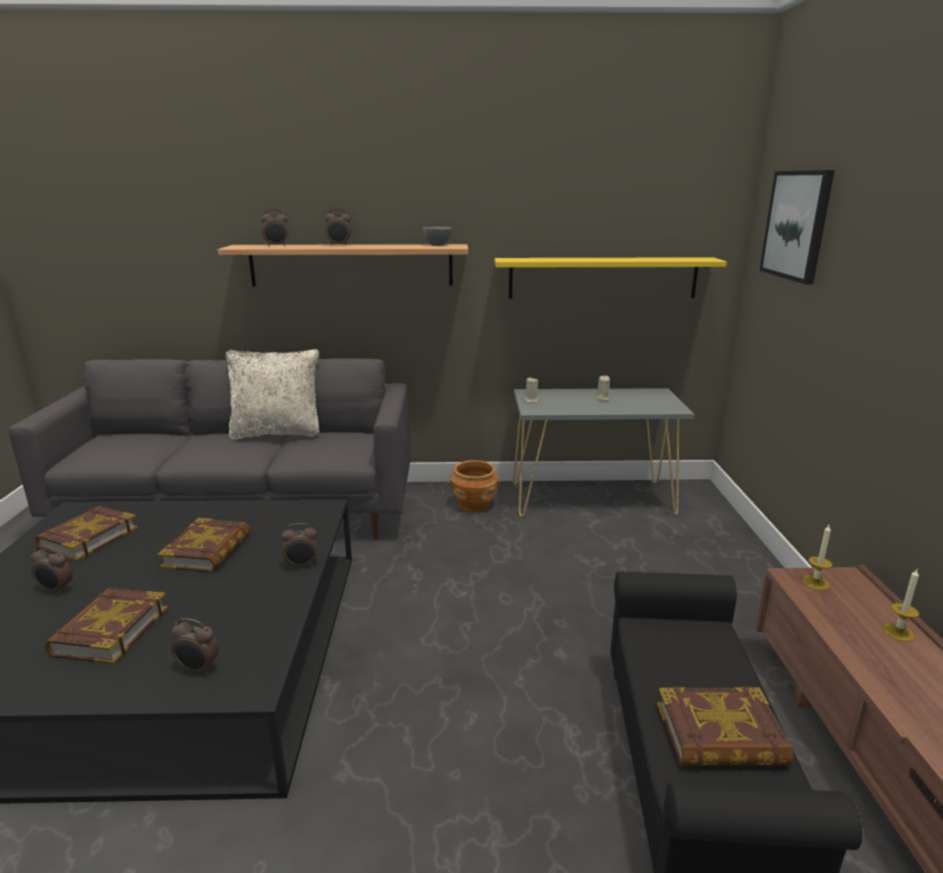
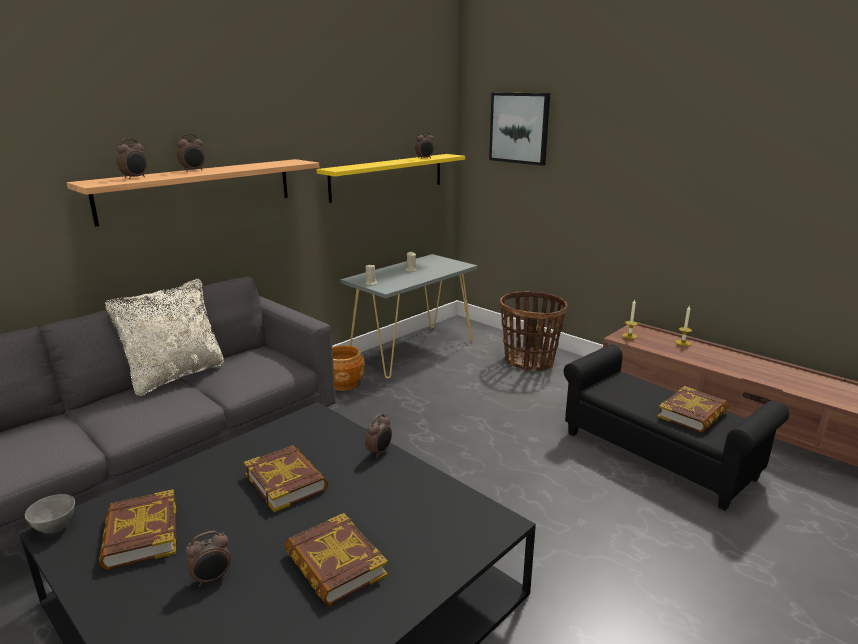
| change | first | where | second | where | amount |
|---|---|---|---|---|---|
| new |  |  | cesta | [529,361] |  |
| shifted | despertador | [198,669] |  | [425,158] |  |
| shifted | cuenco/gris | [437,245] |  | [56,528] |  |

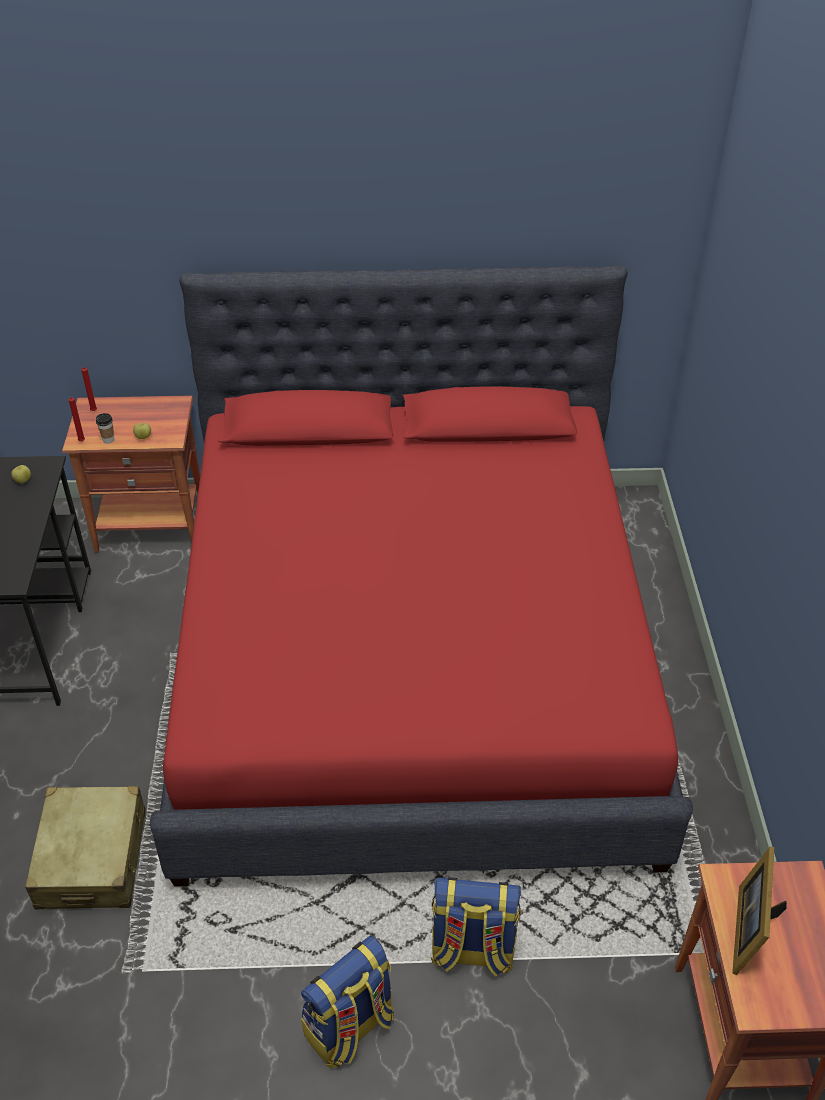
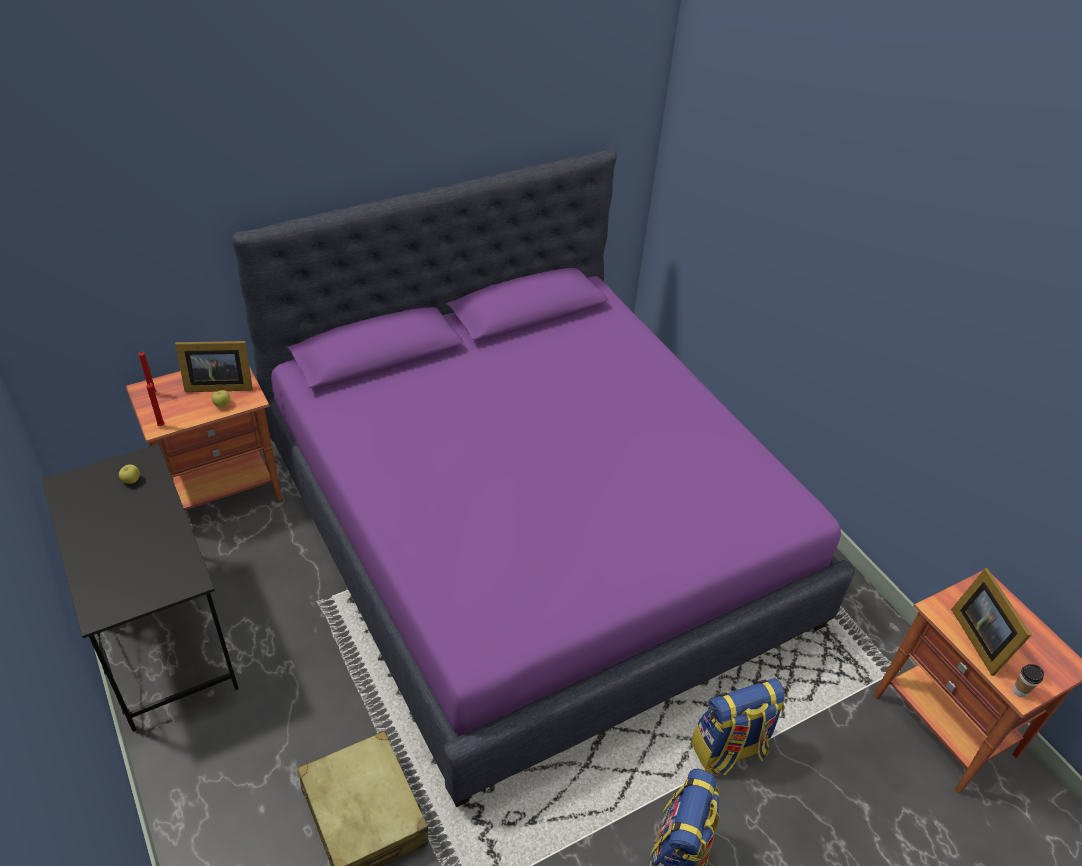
| change | first | where | second | where | amount |
|---|---|---|---|---|---|
| new |  |  | portarretratos | [217,385] |  |
| shifted | taza | [108,440] |  | [1019,691] |  |
| repainted | cama/rojo | [412,659] | cama/morado | [532,531] |  |

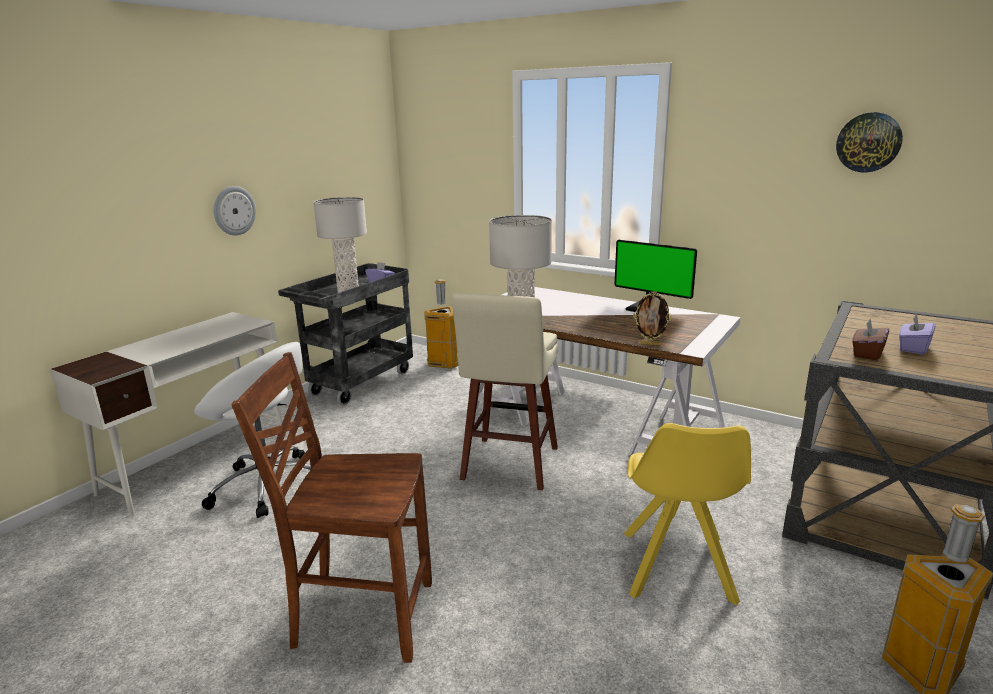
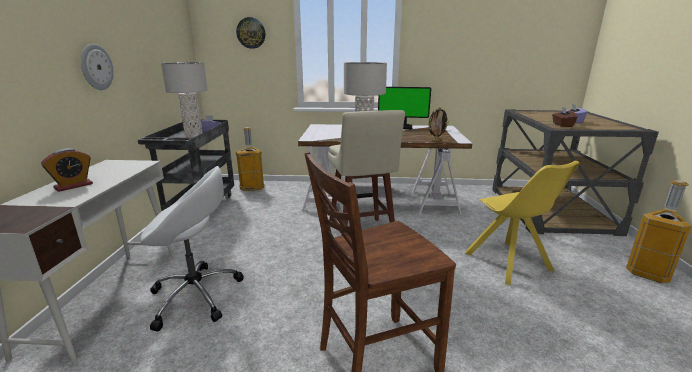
| change | first | where | second | where | amount |
|---|---|---|---|---|---|
| new |  |  | despertador | [73,186] |  |
| shifted | reloj de pared | [868,142] |  | [251,33] |  |

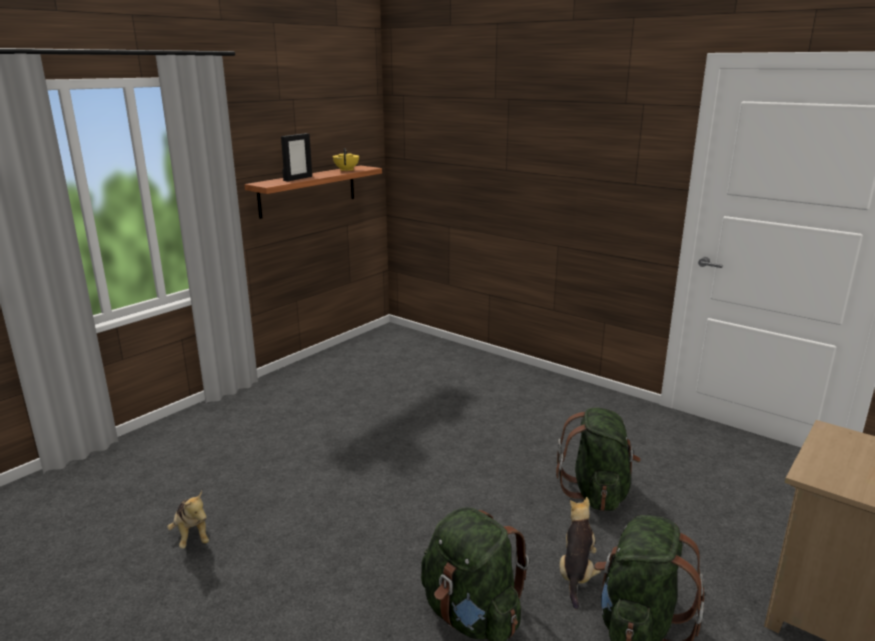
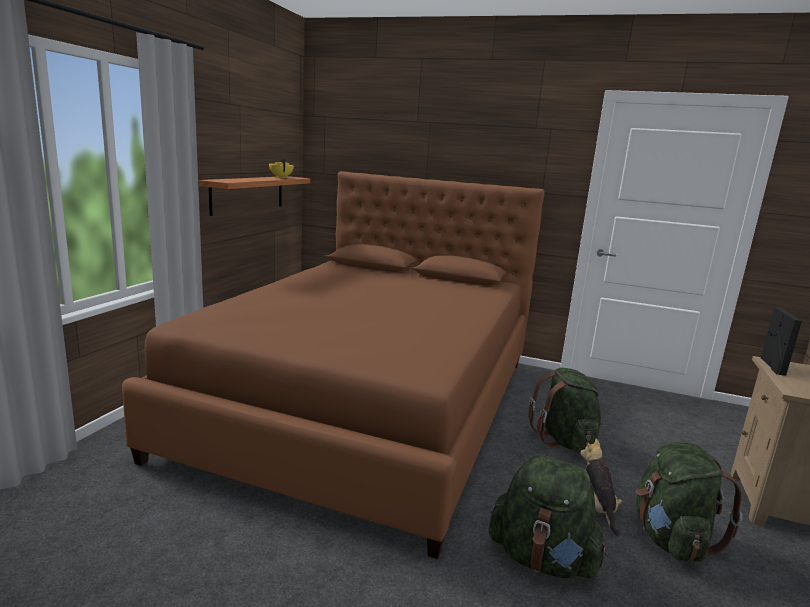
| change | first | where | second | where | amount |
|---|---|---|---|---|---|
| gone | peluche | [192,536] |  |  |  |
| new |  |  | cama/marrón | [370,403] |  |
| shifted | portarretratos | [298,178] |  | [771,366] |  |

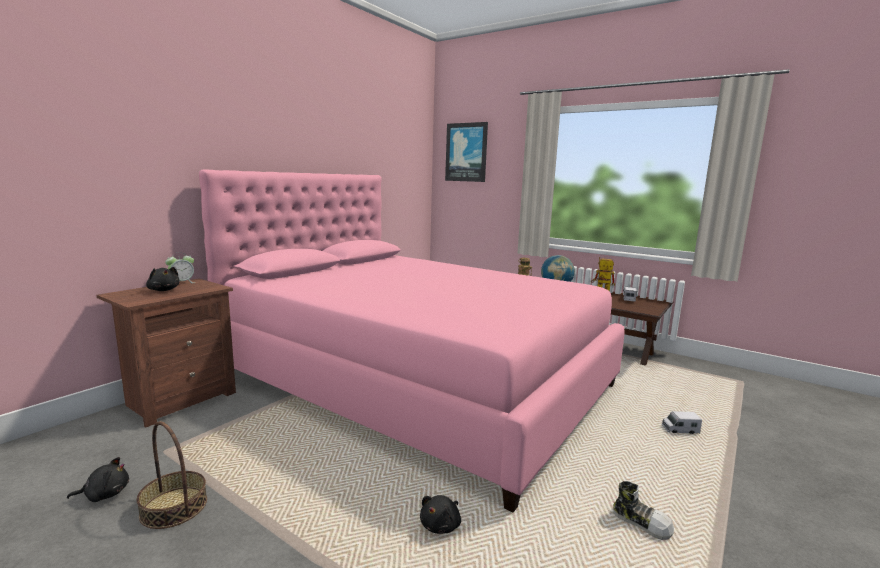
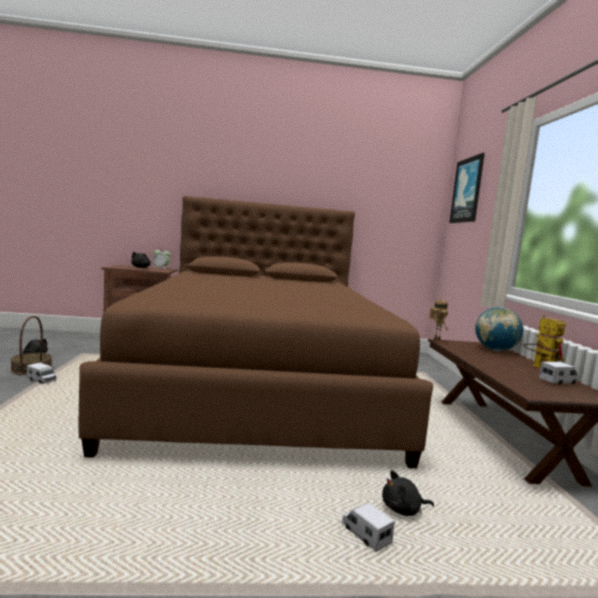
| change | first | where | second | where | amount |
|---|---|---|---|---|---|
| gone | zapato | [641,523] |  |  |  |
| new |  |  | camión de juguete | [41,380] |  |
| shifted | peluche/negro | [441,525] |  | [403,510] |  |
| repainted | cama/rosa | [415,379] | cama/marrón | [259,382] |  |

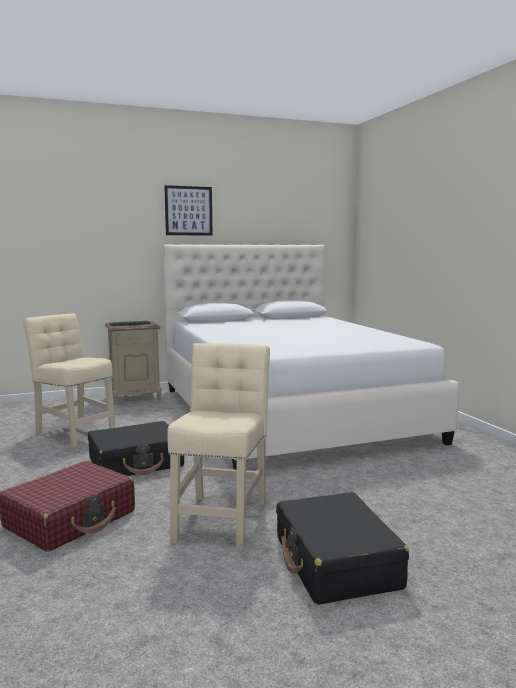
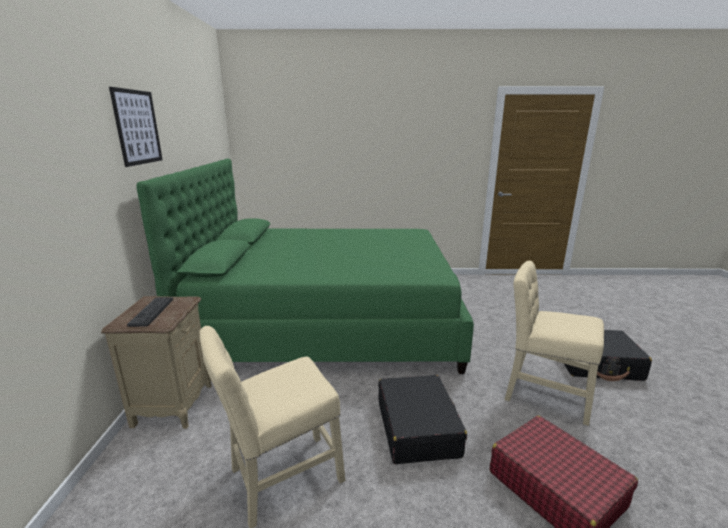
| change | first | where | second | where | amount |
|---|---|---|---|---|---|
| repainted | cama/blanco | [288,413] | cama/verde | [328,321] |  |

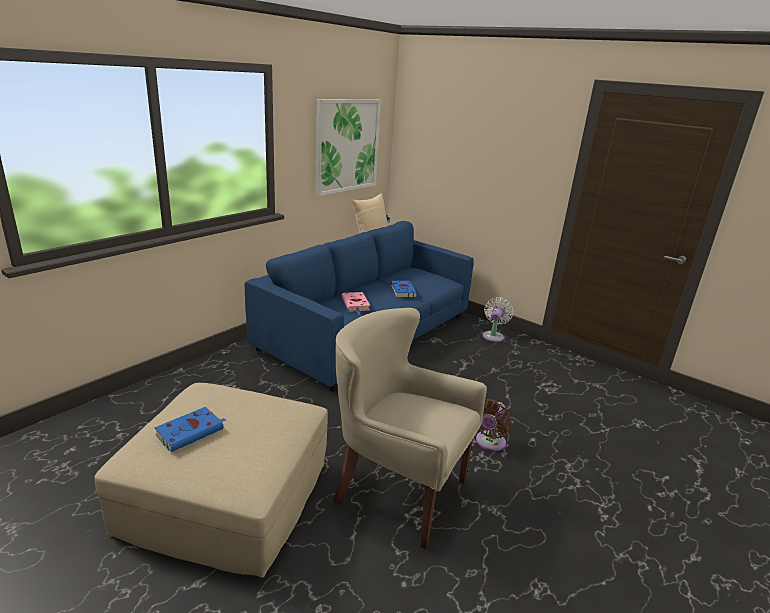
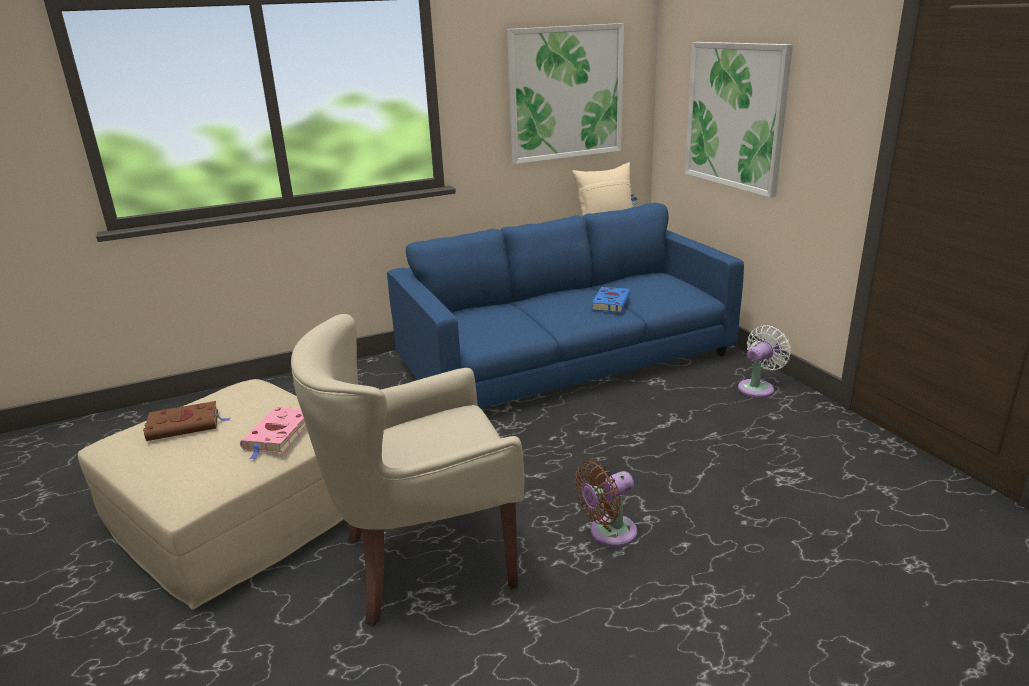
| change | first | where | second | where | amount |
|---|---|---|---|---|---|
| new |  |  | cuadro | [735,116] |  |
| shifted | libro/rosa | [356,304] |  | [278,435] |  |
| repainted | libro/azul | [191,431] | libro/marrón | [186,425] |  |
| rotated | sillón/beis | [397,491] |  | [424,562] | 75 degrees counterclockwise |

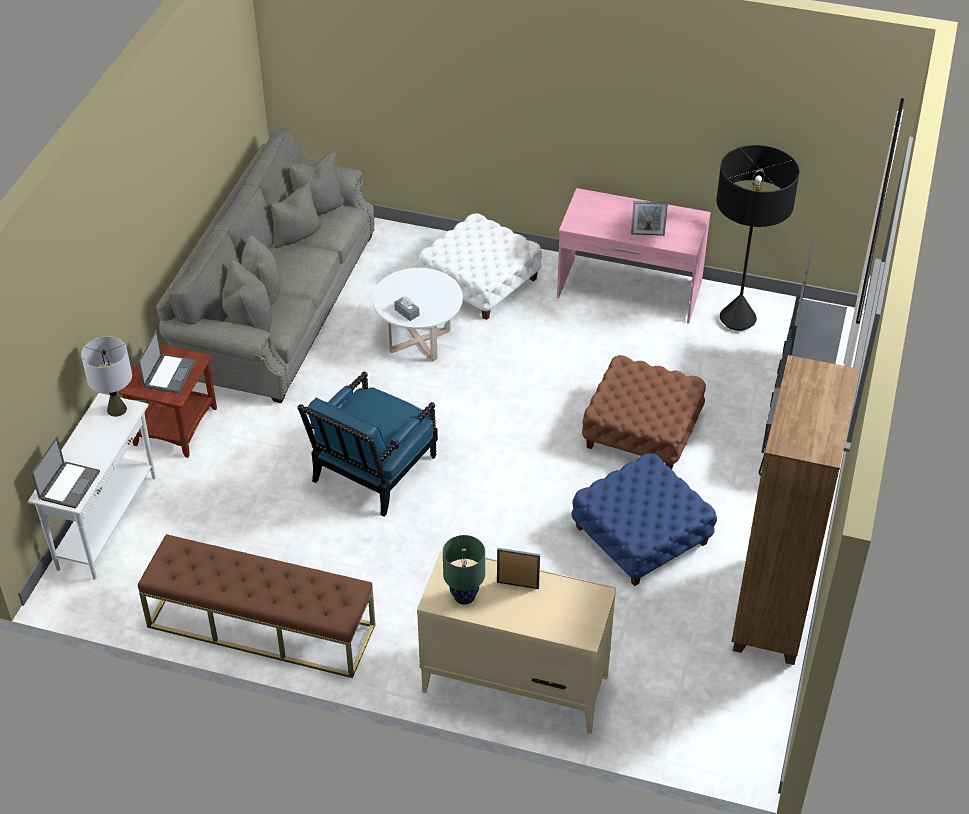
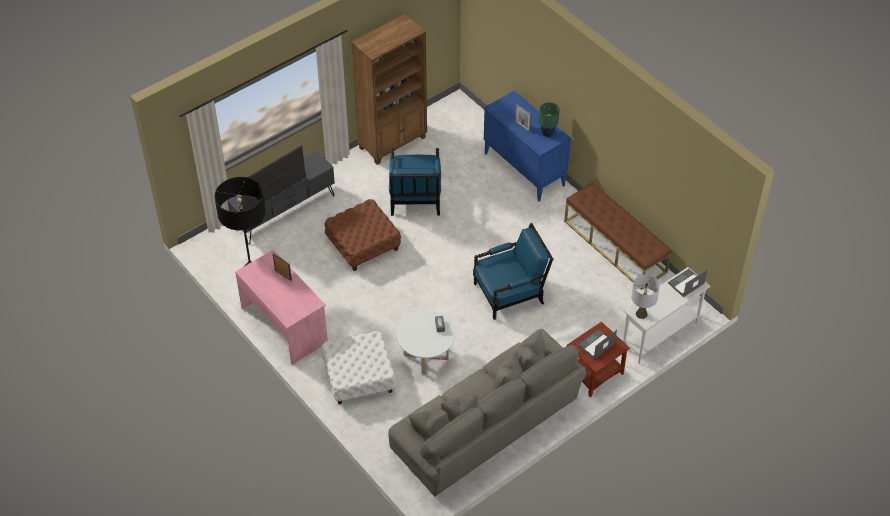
| change | first | where | second | where | amount |
|---|---|---|---|---|---|
| swapped | puf/azul | [641,536] | sillón/azul | [415,198] |  |
| repainted | armario/beis | [515,684] | armario/azul | [524,170] |  |

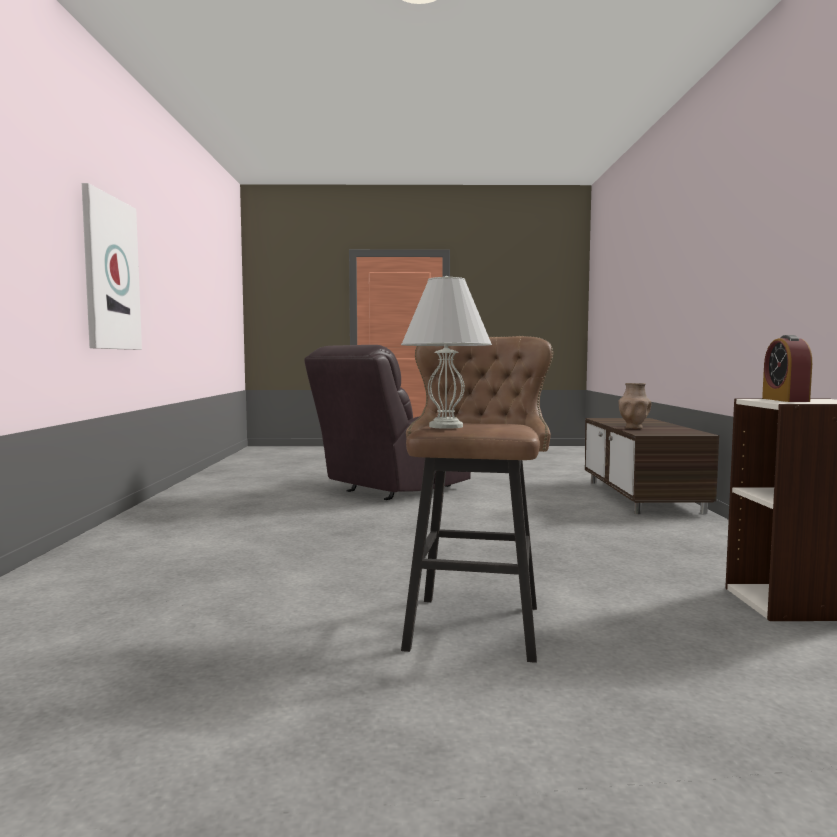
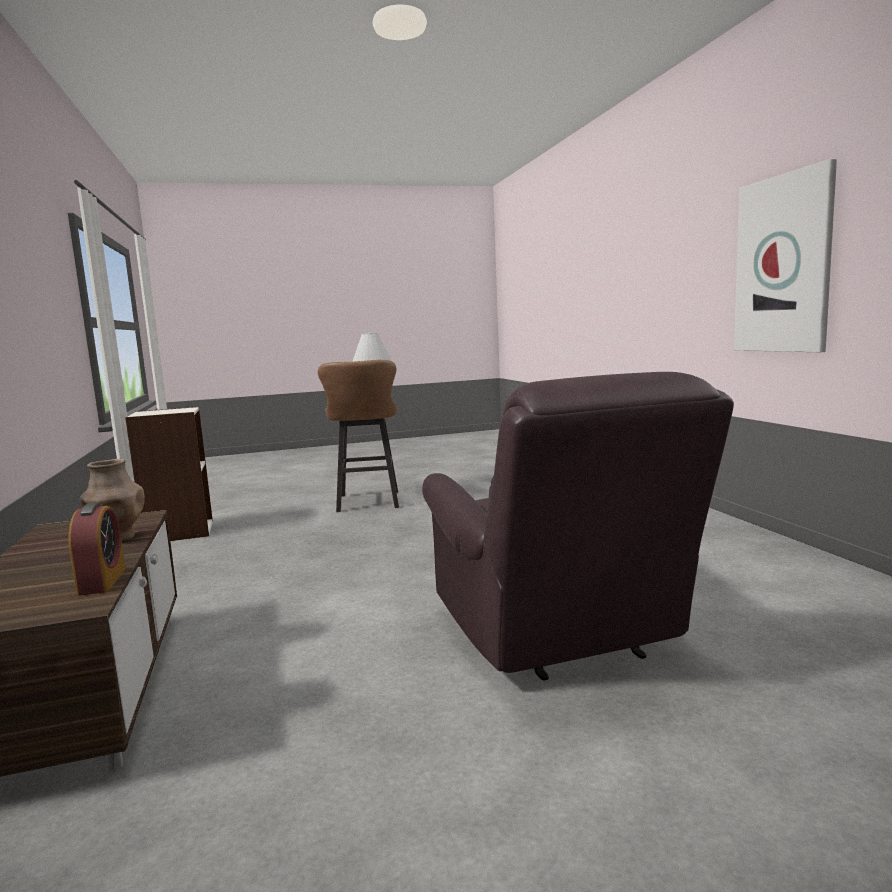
| change | first | where | second | where | amount |
|---|---|---|---|---|---|
| shifted | despertador | [785,400] |  | [102,581] |  |
| rotated | sillón/marrón | [391,490] |  | [560,637] | 135 degrees clockwise |

